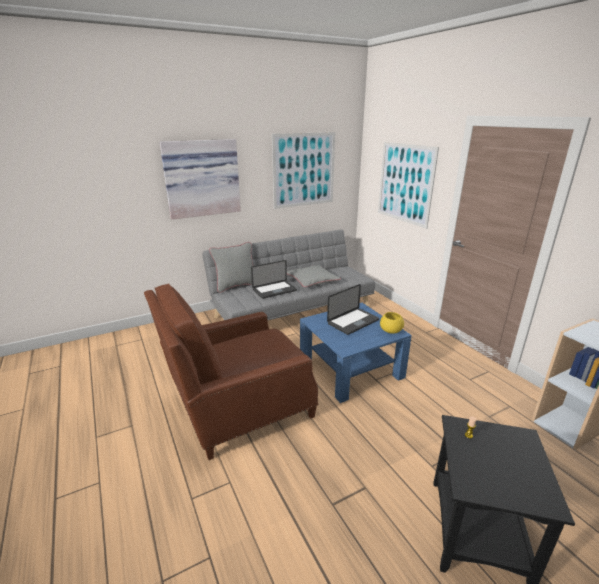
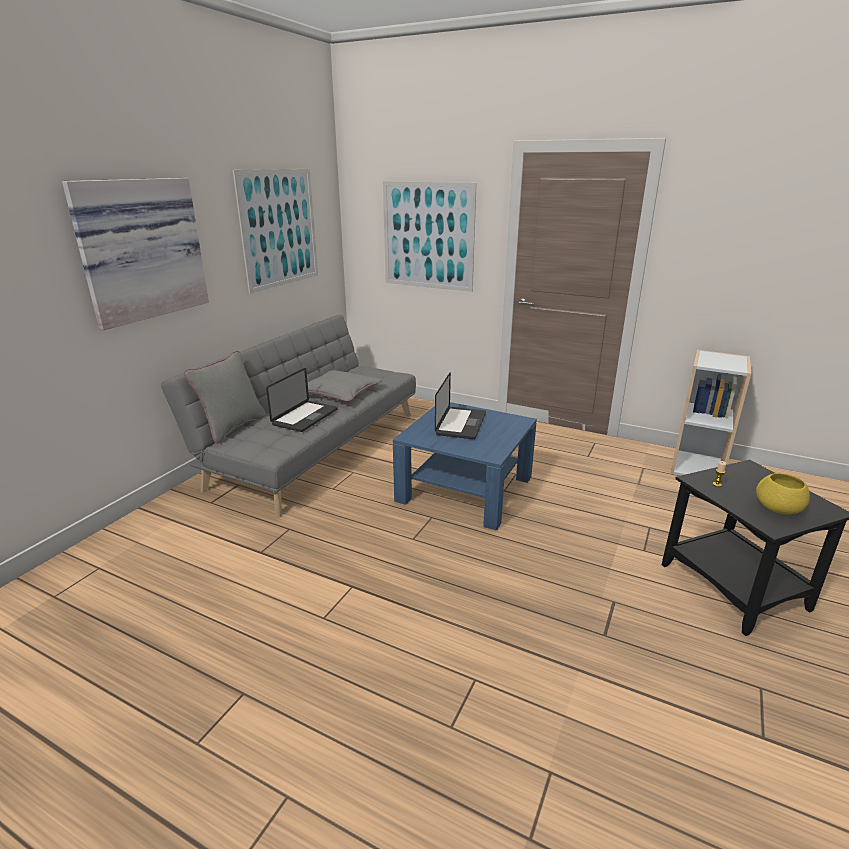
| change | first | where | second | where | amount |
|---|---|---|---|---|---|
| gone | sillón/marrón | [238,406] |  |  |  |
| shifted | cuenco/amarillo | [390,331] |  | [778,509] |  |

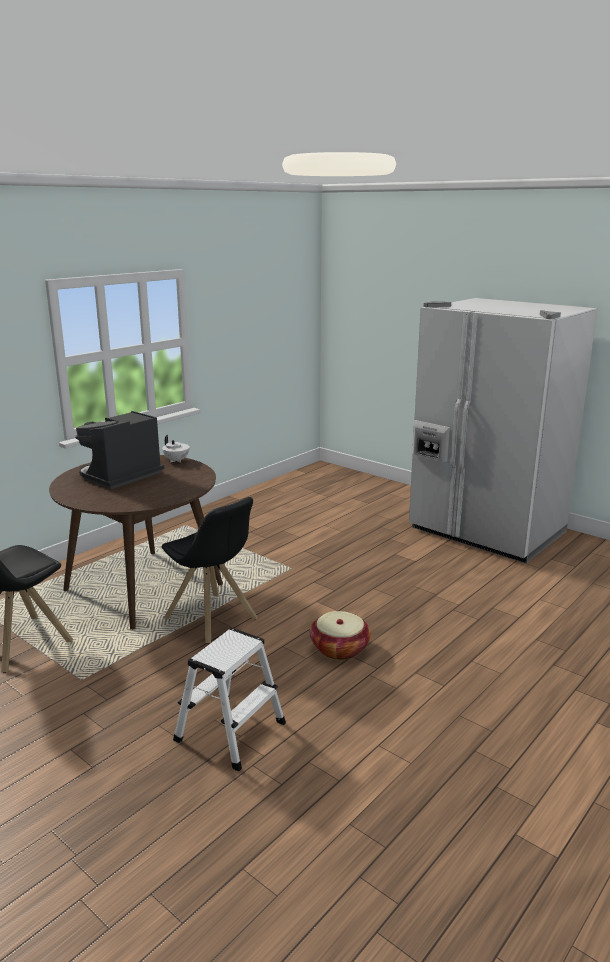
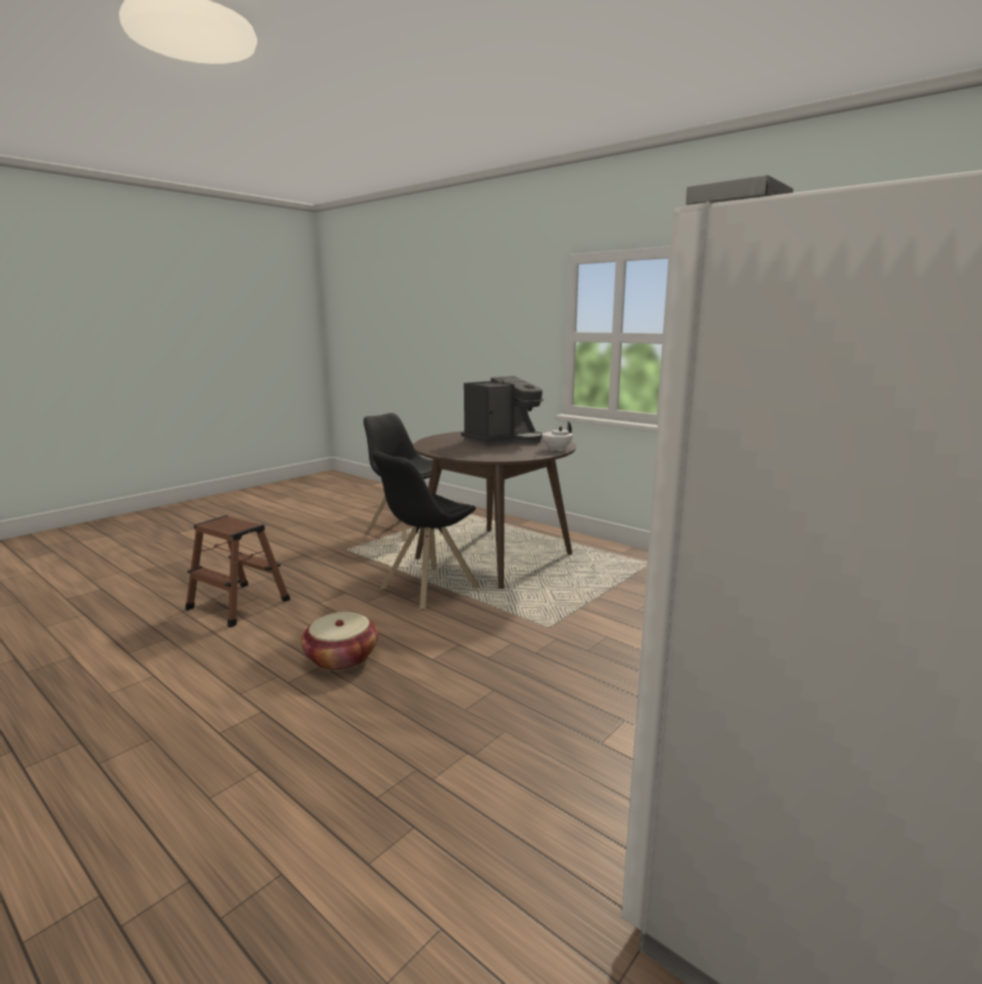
| change | first | where | second | where | amount |
|---|---|---|---|---|---|
| repainted | escalera de tijera/blanco | [230,731] | escalera de tijera/marrón | [239,604] |  |
| rotated | cafetera | [120,476] |  | [504,440] | 105 degrees clockwise |

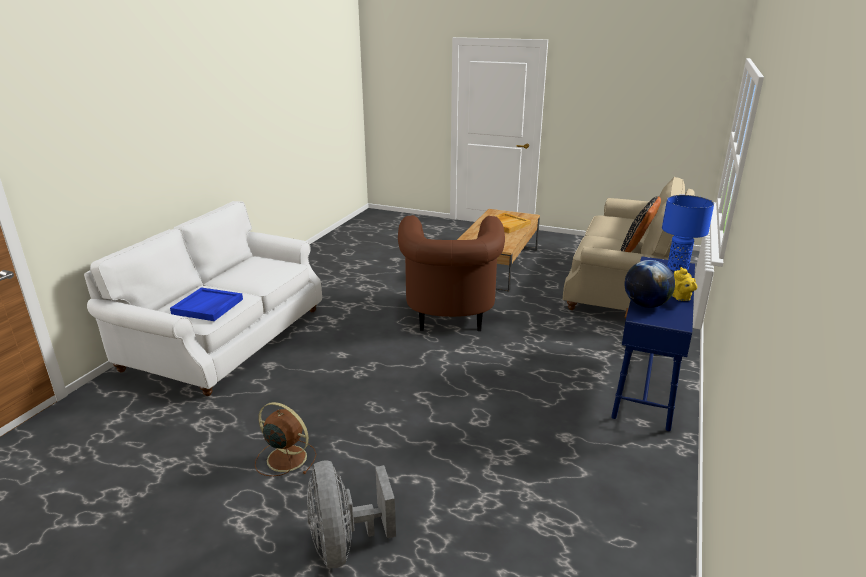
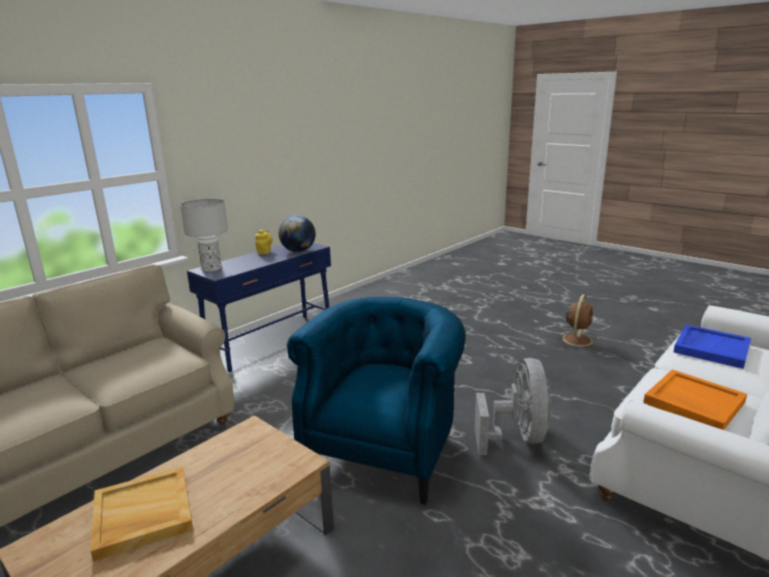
| change | first | where | second | where | amount |
|---|---|---|---|---|---|
| gone | cojín/negro | [636,251] |  |  |  |
| new |  |  | bandeja/naranja | [693,402] |  |
| shifted | ventilador/gris | [345,543] |  | [517,437] |  |
| repainted | sillón/marrón | [450,314] | sillón/azul | [385,448] |  |
| repainted | lámpara de mesa/azul | [677,268] | lámpara de mesa/blanco | [212,268] |  |
| rotated | ventilador/marrón | [285,458] |  | [577,339] | 105 degrees counterclockwise |

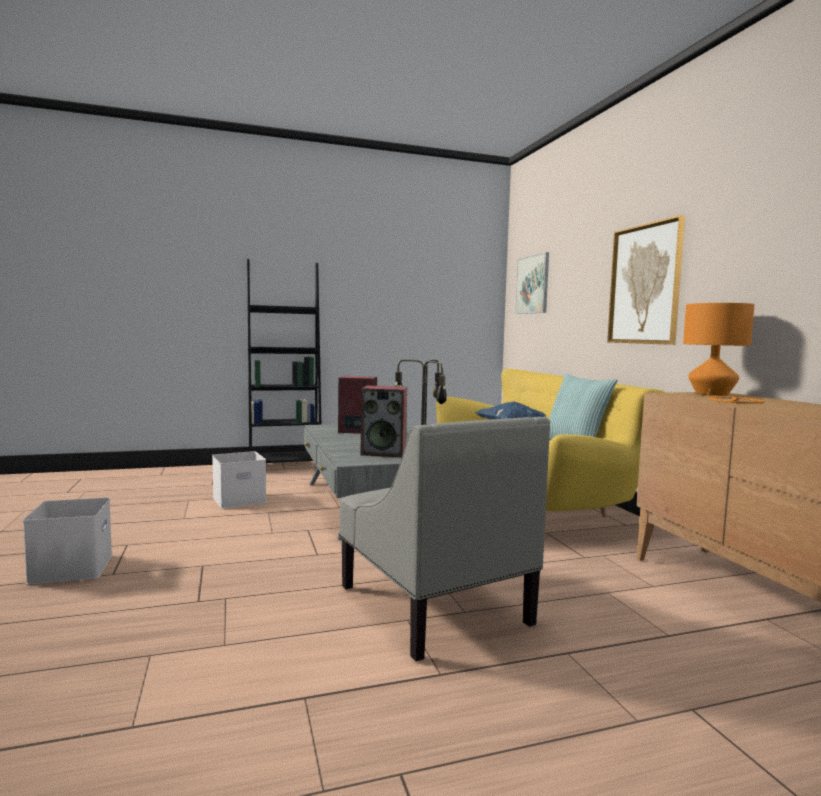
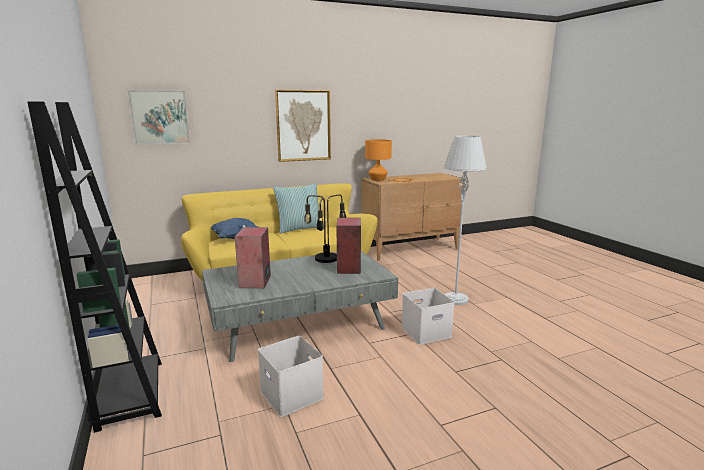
| change | first | where | second | where | amount |
|---|---|---|---|---|---|
| shifted | caja de almacenaje/blanco | [73,569] |  | [426,331] |  |
| swapped | sillón/gris | [431,605] | lámpara de pie/gris | [455,299] |  |

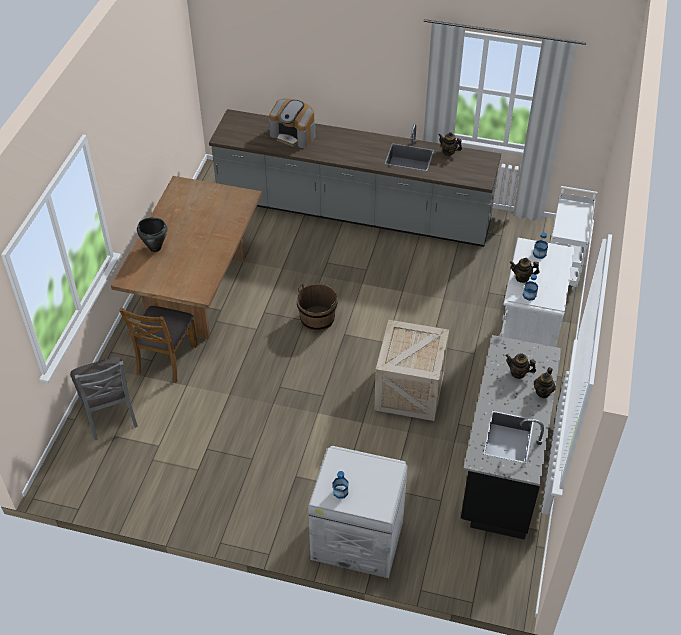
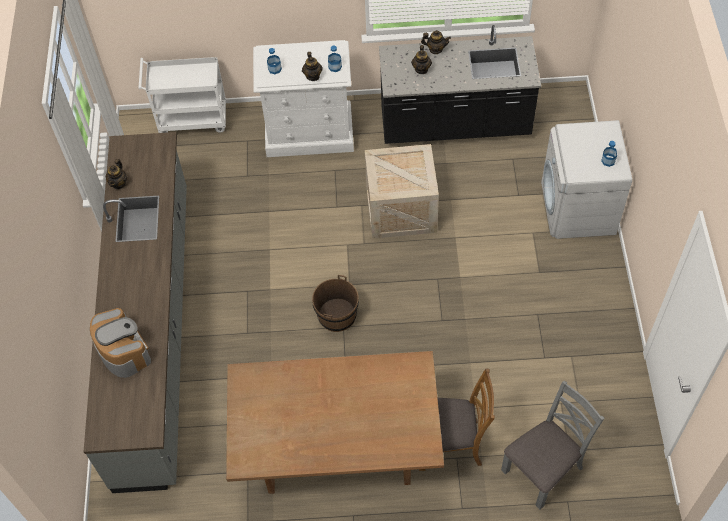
| change | first | where | second | where | amount |
|---|---|---|---|---|---|
| gone | olla/negro | [155,248] |  |  |  |
| rotated | cafetera | [293,134] |  | [123,350] | 45 degrees counterclockwise |

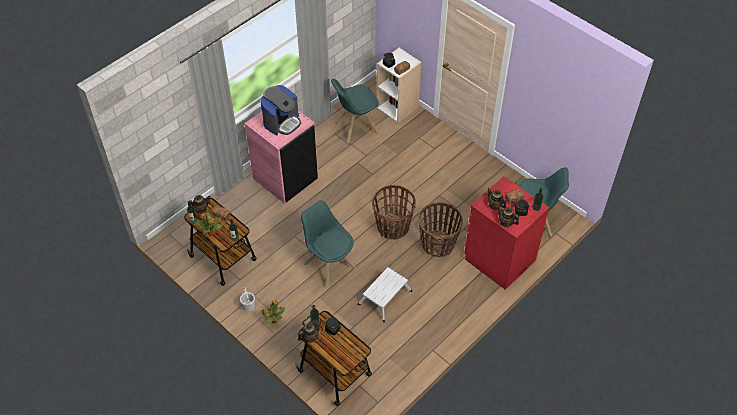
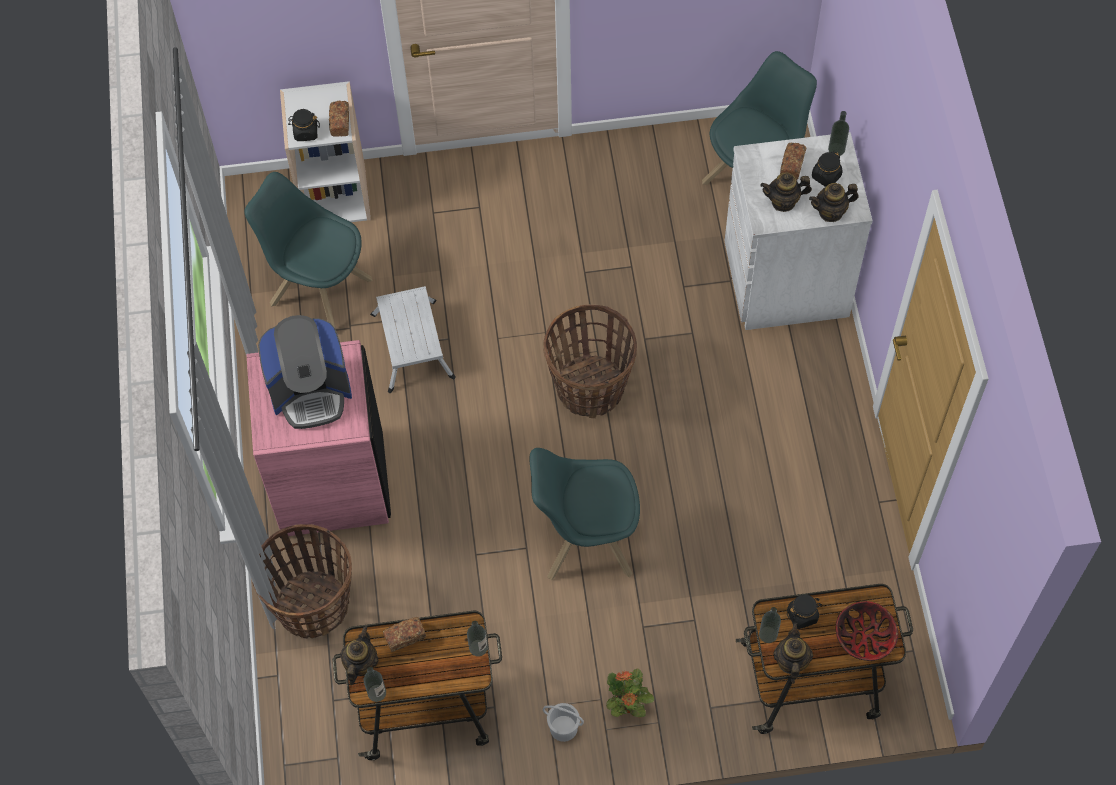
| change | first | where | second | where | amount |
|---|---|---|---|---|---|
| gone | planta en maceta | [212,232] |  |  |  |
| new |  |  | cuenco | [864,637] |  |
| shifted | escalera de tijera/blanco | [385,297] |  | [412,345] |  |
| shifted | cesta | [438,244] |  | [313,605] |  |
| repainted | cómoda/rojo | [499,260] | cómoda/blanco | [787,282] |  |
| rotated | cafetera | [282,122] |  | [311,391] | 90 degrees clockwise |
| rotated | silla/turquesa | [355,128] |  | [320,292] | 105 degrees clockwise |

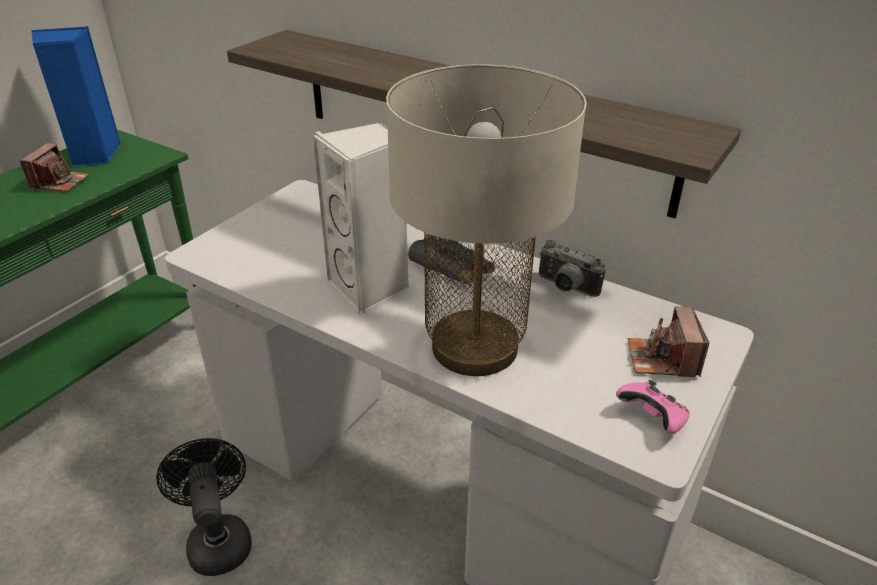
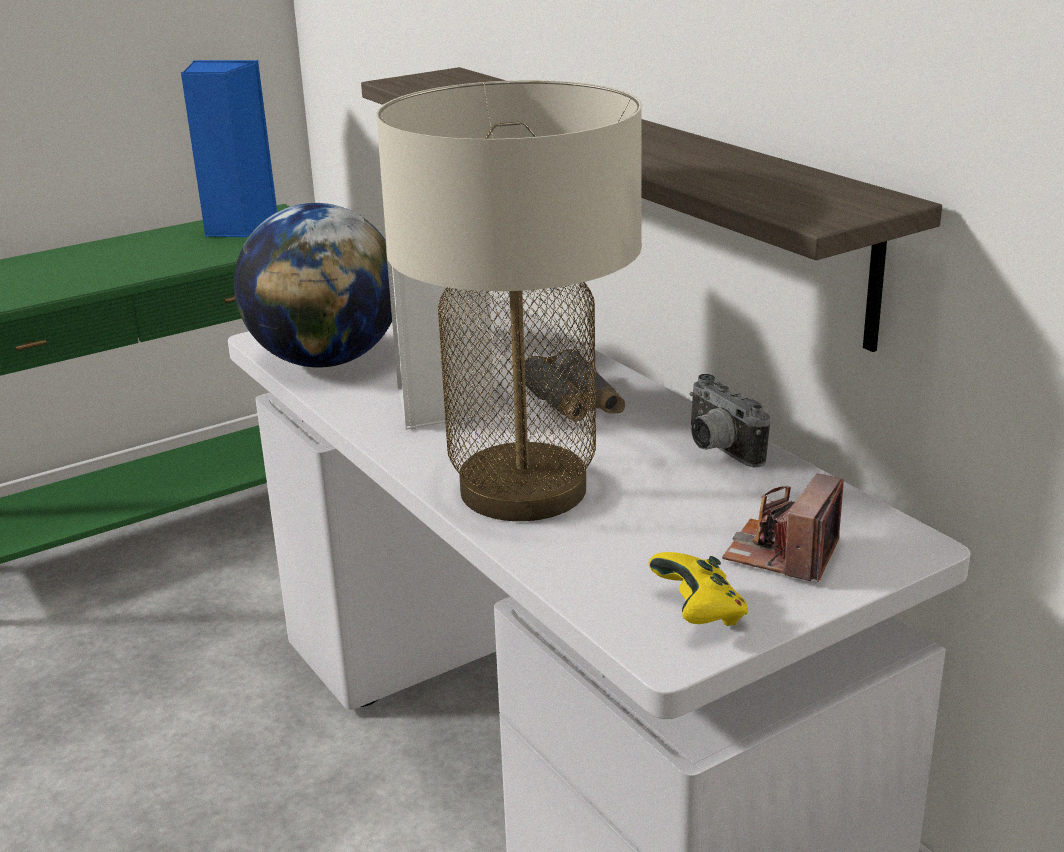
| change | first | where | second | where | amount |
|---|---|---|---|---|---|
| gone | cámara | [60,182] |  |  |  |
| gone | ventilador/negro | [218,539] |  |  |  |
| new |  |  | globo terráqueo | [325,360] |  |
| repainted | mando de consola/rosa | [653,419] | mando de consola/amarillo | [699,613] |  |

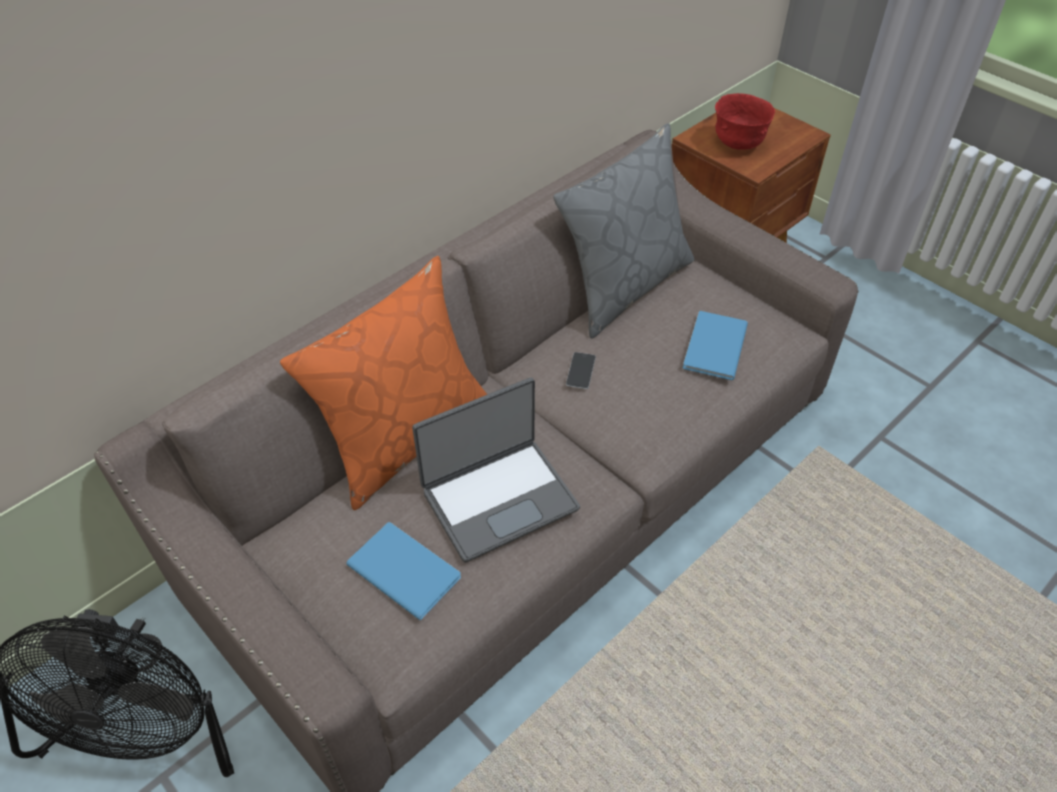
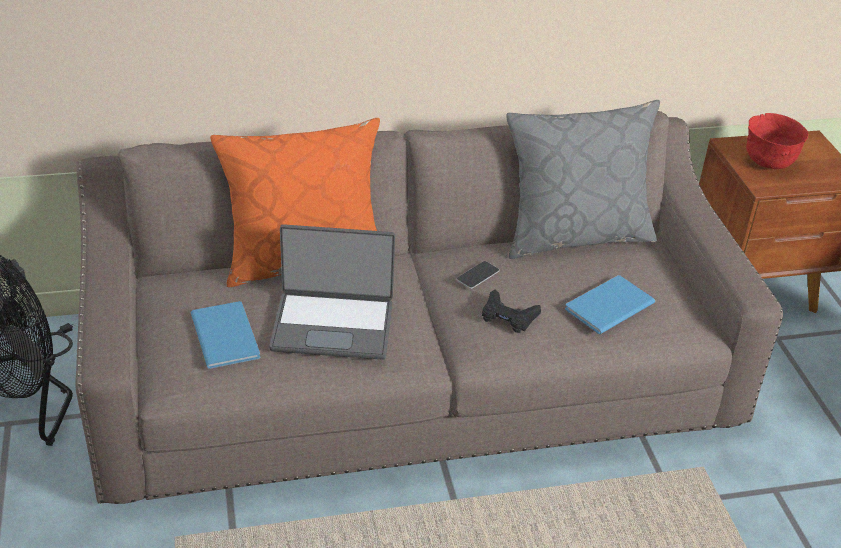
| change | first | where | second | where | amount |
|---|---|---|---|---|---|
| new |  |  | mando de consola/negro | [508,316] |  |

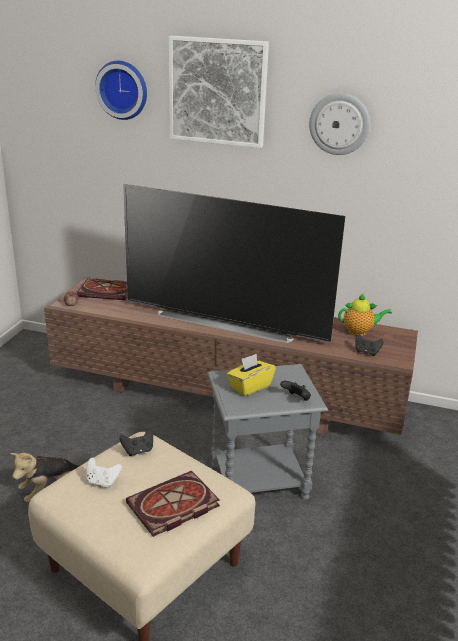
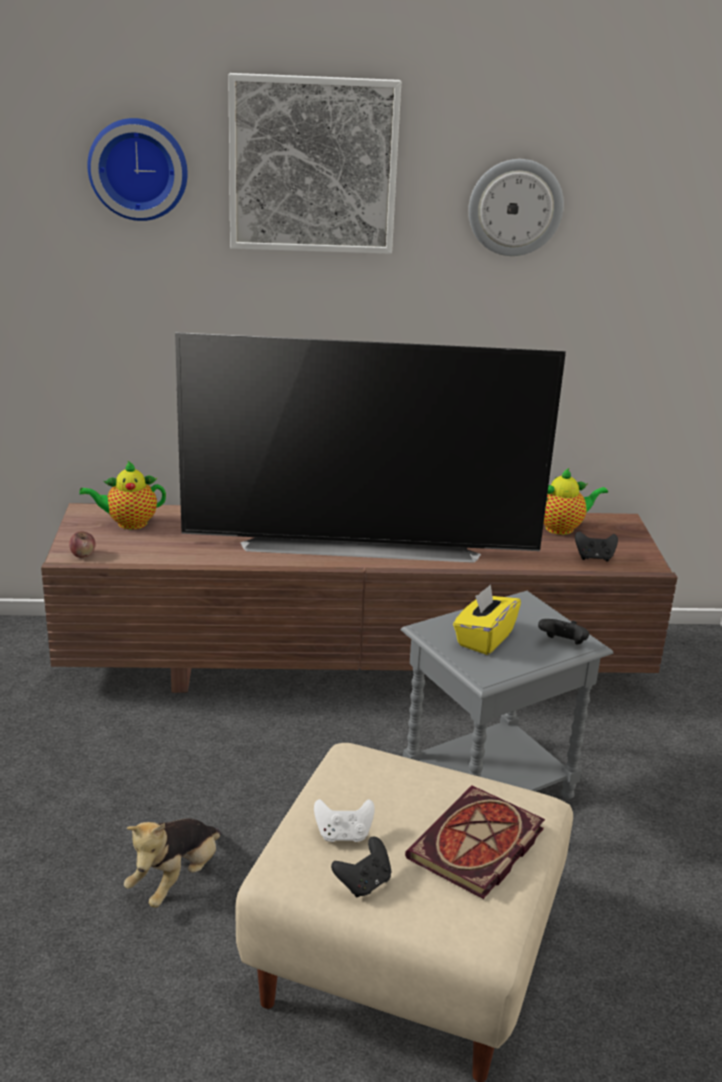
| change | first | where | second | where | amount |
|---|---|---|---|---|---|
| shifted | mando de consola/negro | [138,451] |  | [364,883] |  |
| swapped | libro | [107,291] | tetera | [128,523] |  |

